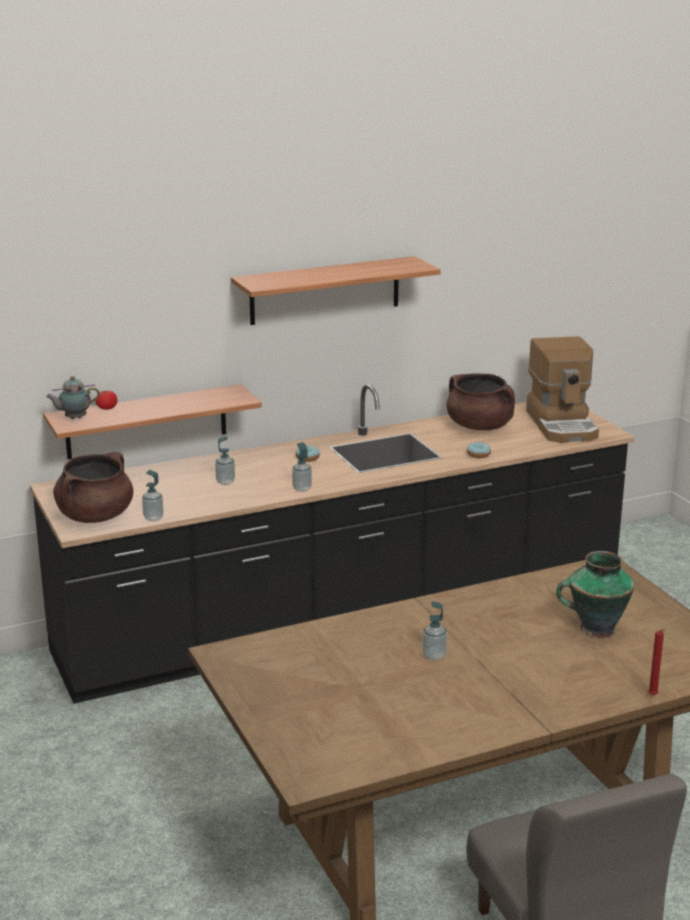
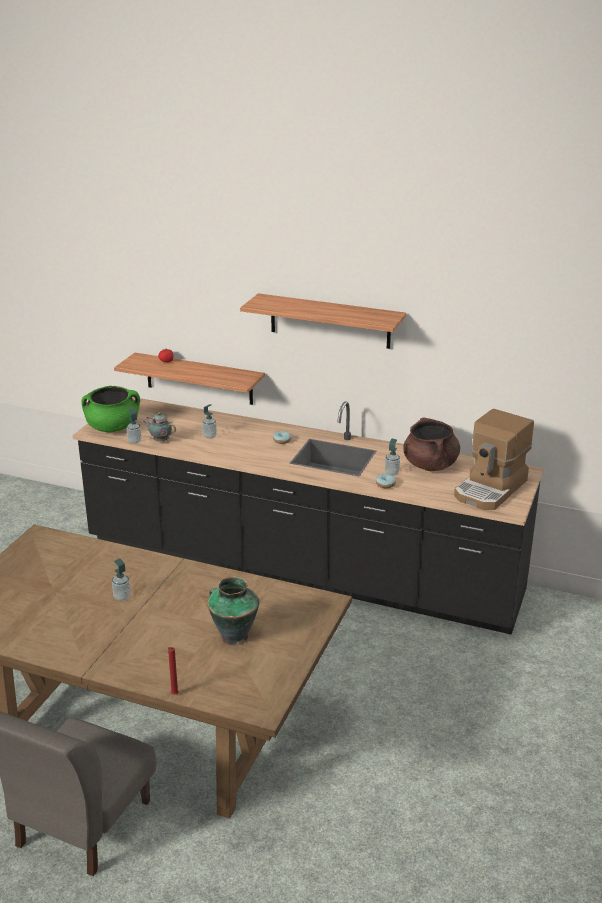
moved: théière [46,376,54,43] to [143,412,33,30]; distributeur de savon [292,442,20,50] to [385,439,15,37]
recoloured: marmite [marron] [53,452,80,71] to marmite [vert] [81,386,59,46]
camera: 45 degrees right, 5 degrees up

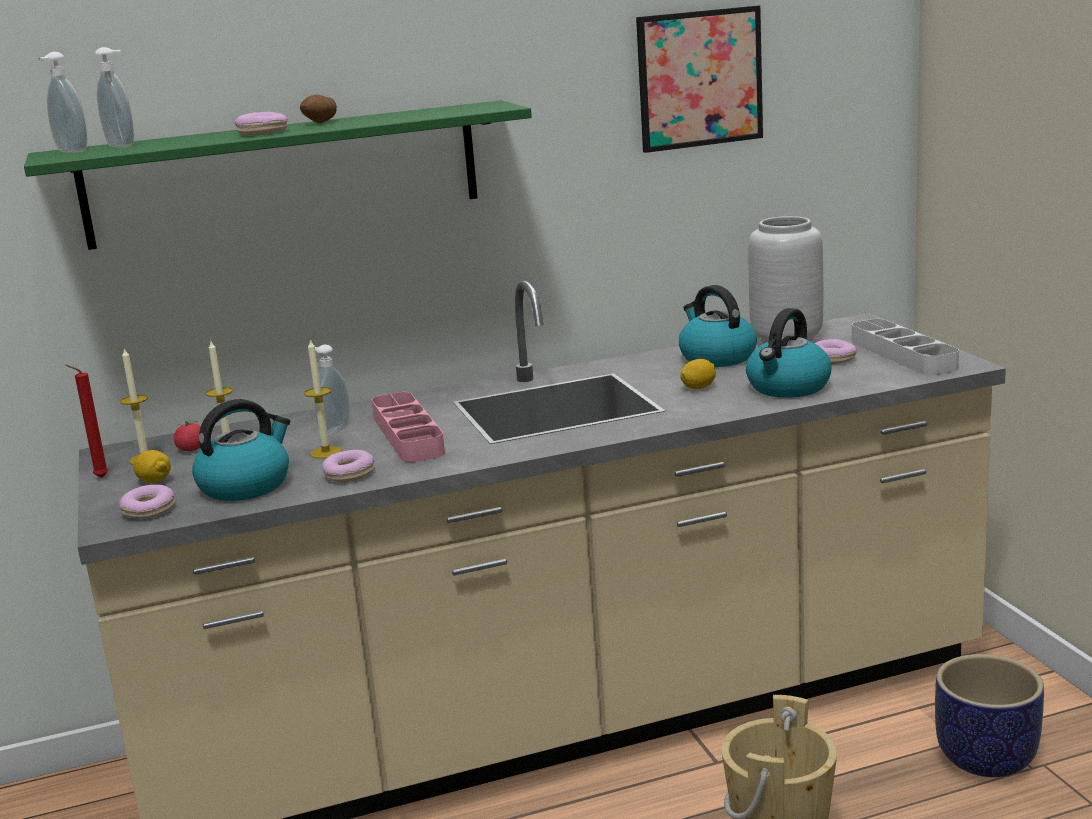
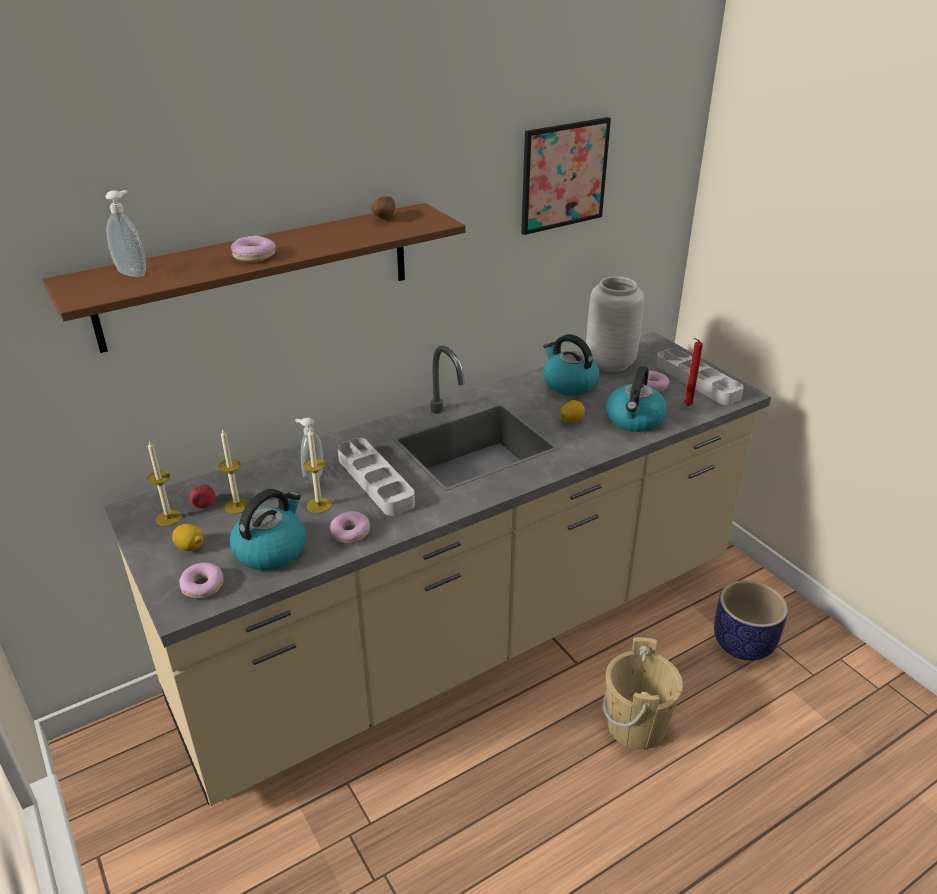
removed: distributeur de savon [38,52,50,101]
moved: pomme de terre [300,95,37,28] to [371,196,24,23]; bougie [rouge] [65,365,44,113] to [684,338,19,68]
recoloured: étagère [vert] [24,100,508,150] to étagère [marron] [43,203,423,150]; plateau [rose] [372,392,73,70] to plateau [gris] [338,438,77,78]
camera: 15 degrees left, 15 degrees up

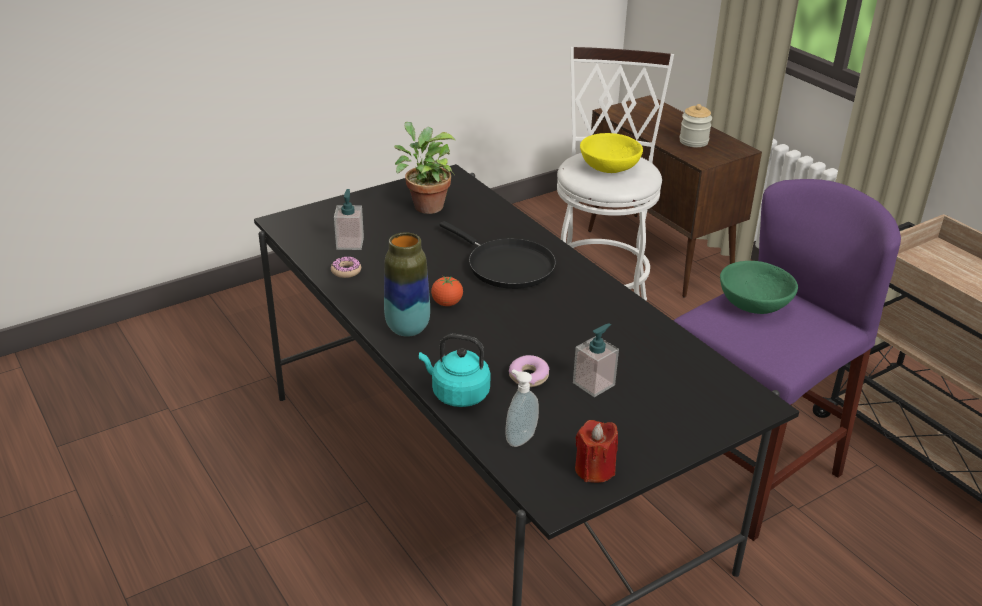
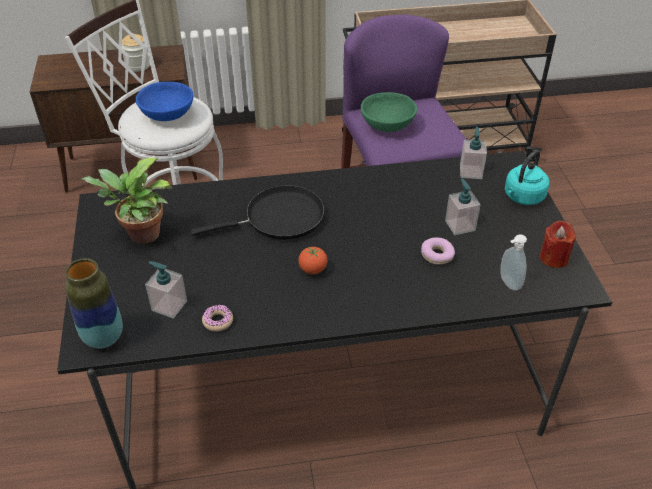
added: distributeur de savon [460,127,27,52]
moved: vase [384,232,46,105] to [65,258,58,91]; bouilloire [turquoise] [419,334,72,73] to [505,150,44,55]
recoloured: bol [jaune] [580,133,63,40] to bol [bleu] [136,82,58,39]
camera: 65 degrees left, 10 degrees up

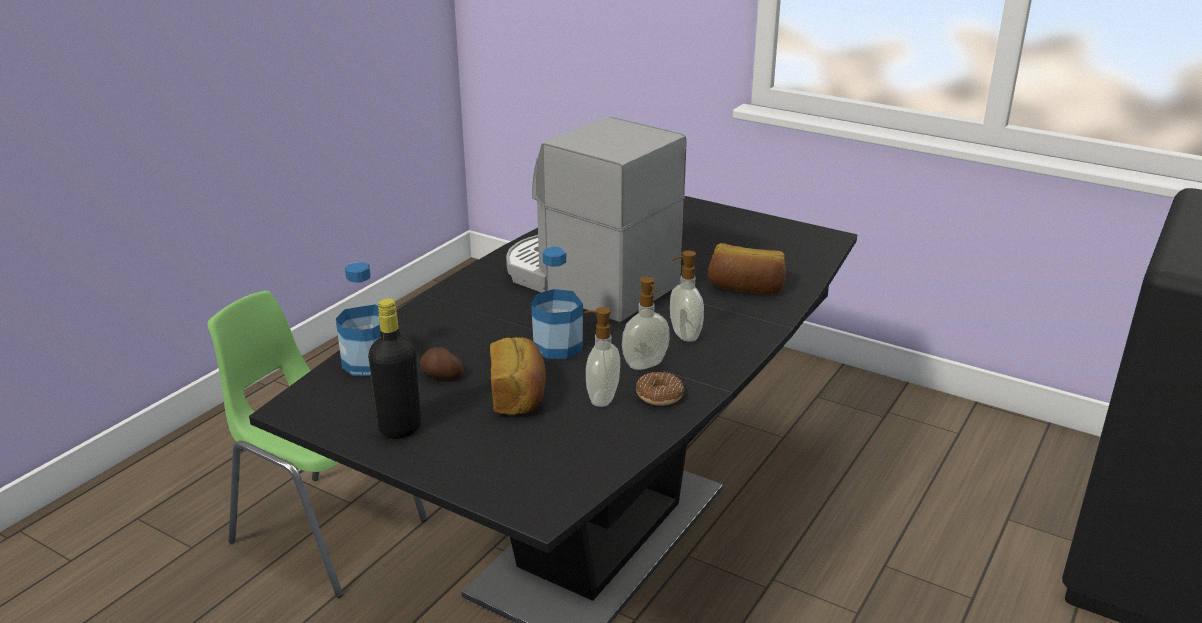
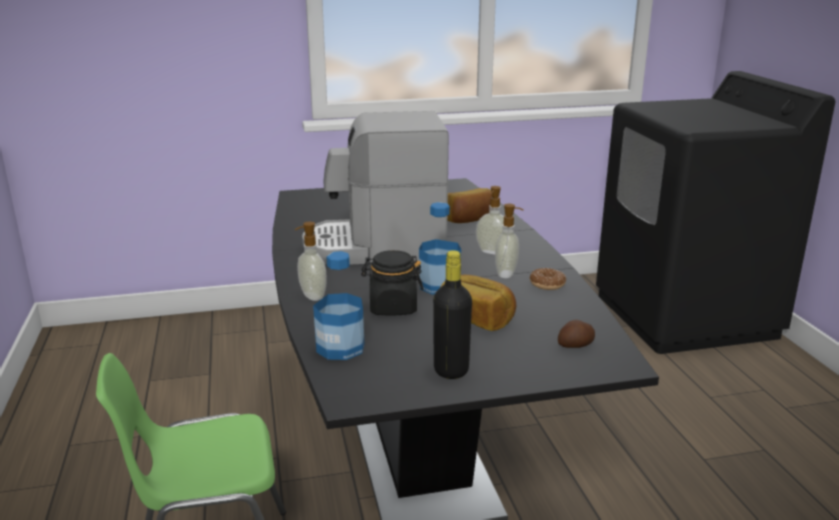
added: bocal [noir] [361,250,62,65]
moved: distributeur de savon [584,307,36,100] to [295,222,32,79]; pomme de terre [420,347,44,32] to [558,320,37,28]
camera: 45 degrees left, 5 degrees down

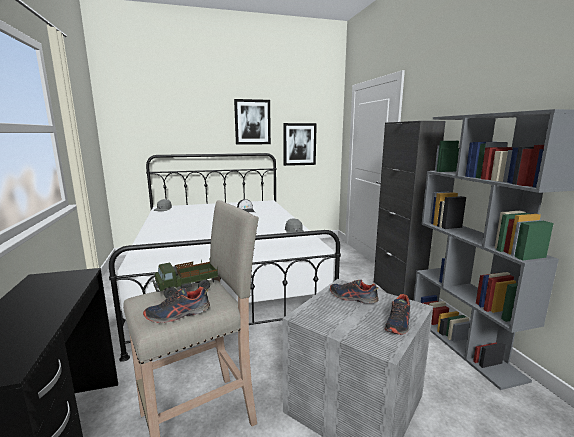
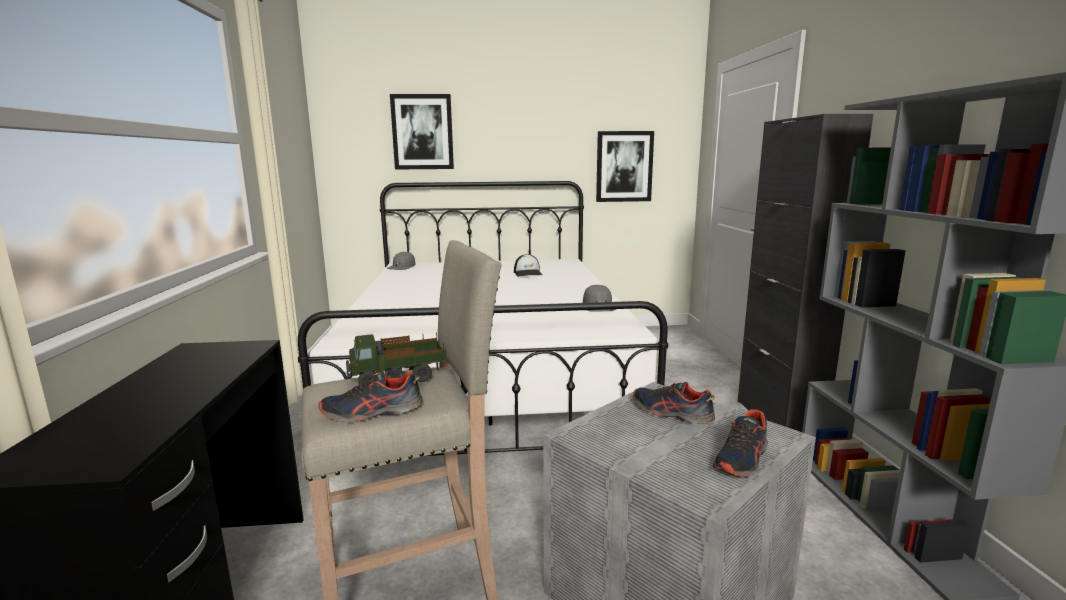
moved: tableau [234,99,37,46] to [390,94,64,76]
camera: 10 degrees right, 0 degrees up

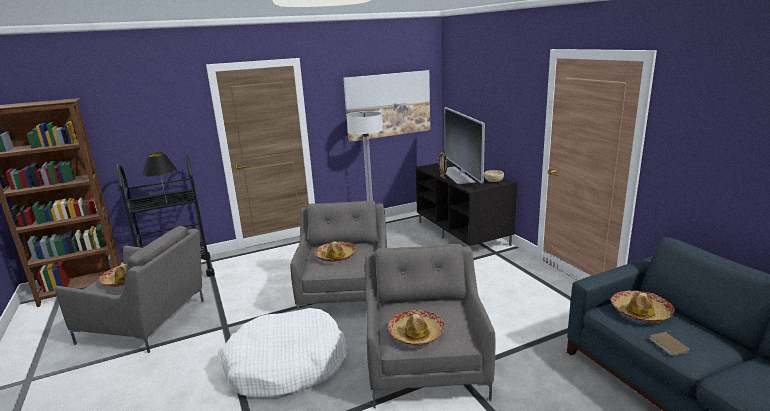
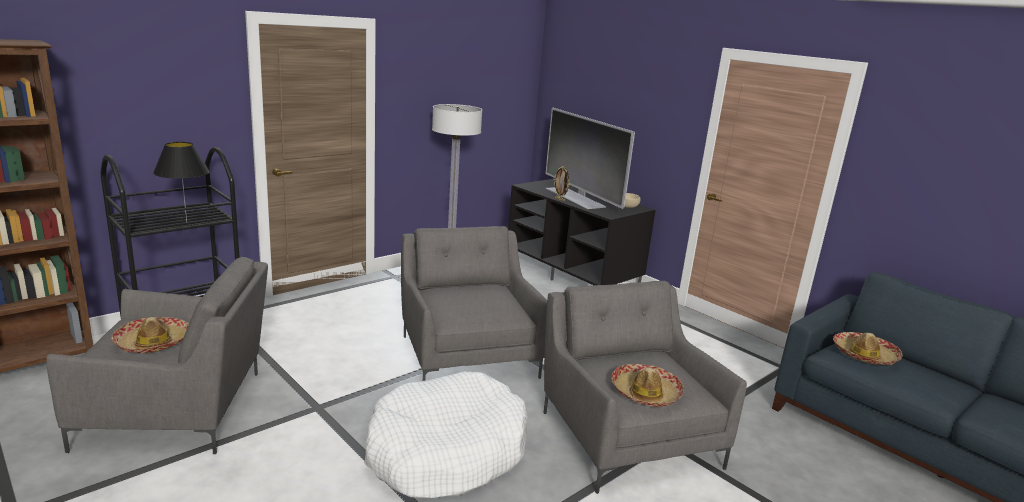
removed: tableau [343,70,87,72]; chapeau [315,241,41,21]; livre [marron] [649,331,41,25]
camera: 20 degrees left, 0 degrees up

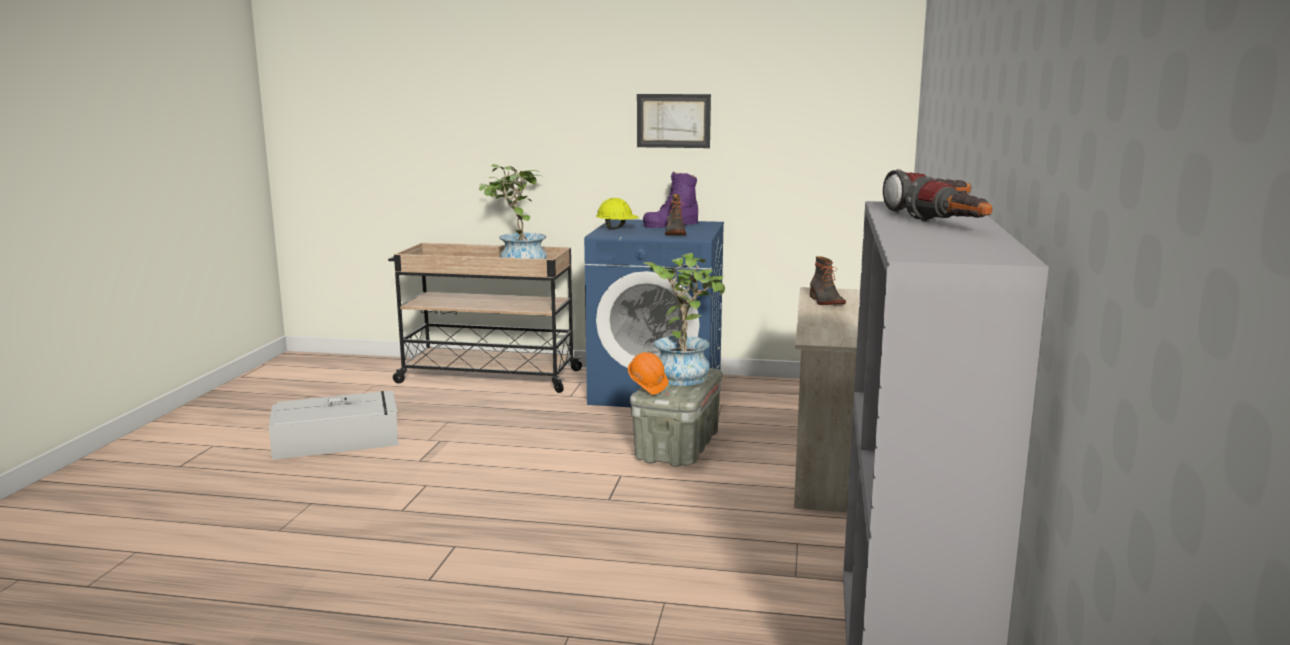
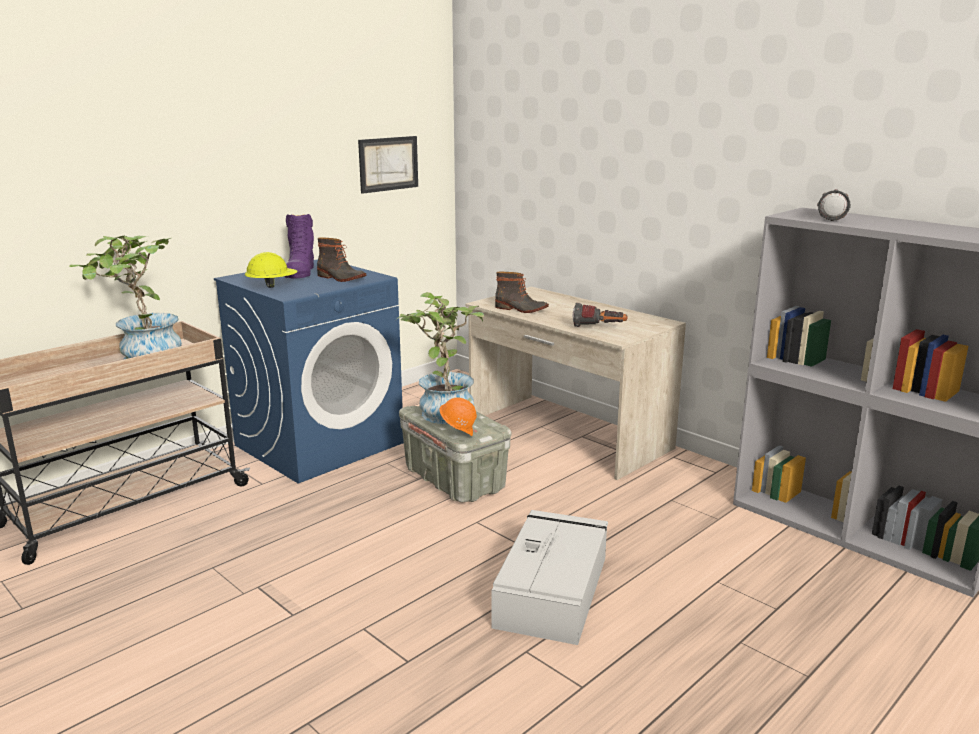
moved: tableau [637,94,74,54] to [358,136,60,58]; lampe de poche [905,176,87,45] to [573,303,55,24]; boîte de rangement [gris] [269,391,130,69] to [492,510,116,135]
camera: 55 degrees left, 5 degrees up

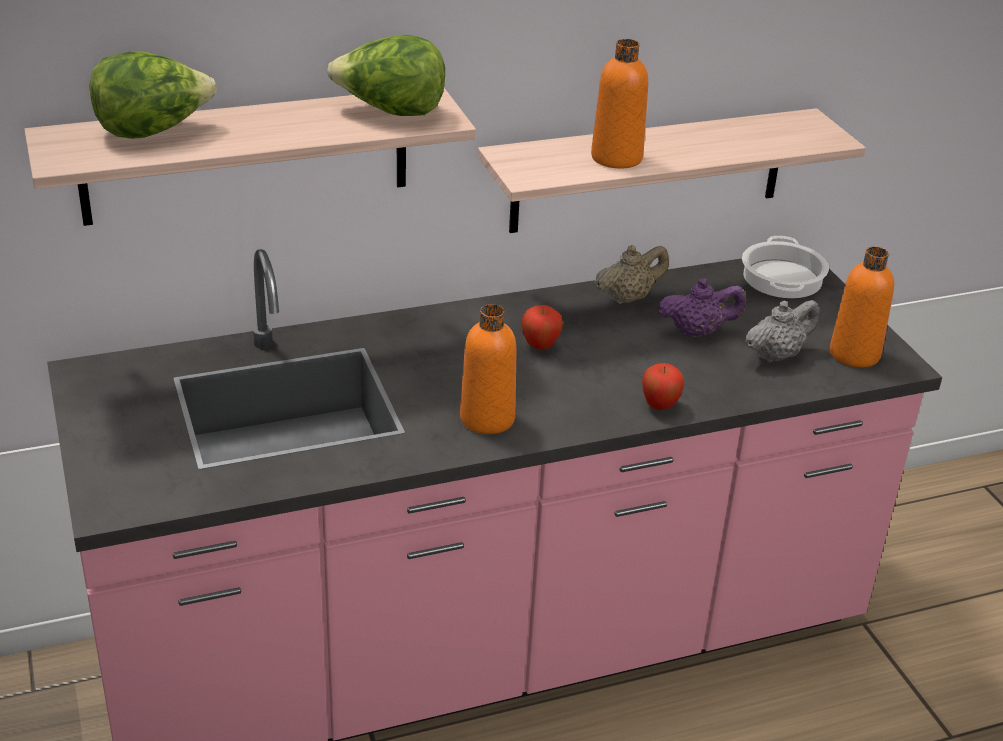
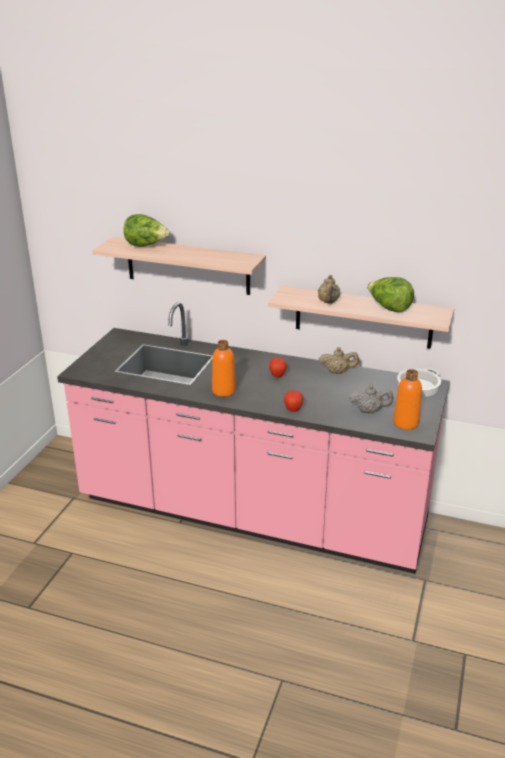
removed: théière [violet] [658,278,88,59]
moved: laitue [327,35,118,81] to [367,277,47,35]
replaced: bouteille [orange] [591,39,57,130] to théière [beige] [318,275,22,28]
camera: 40 degrees right, 5 degrees down

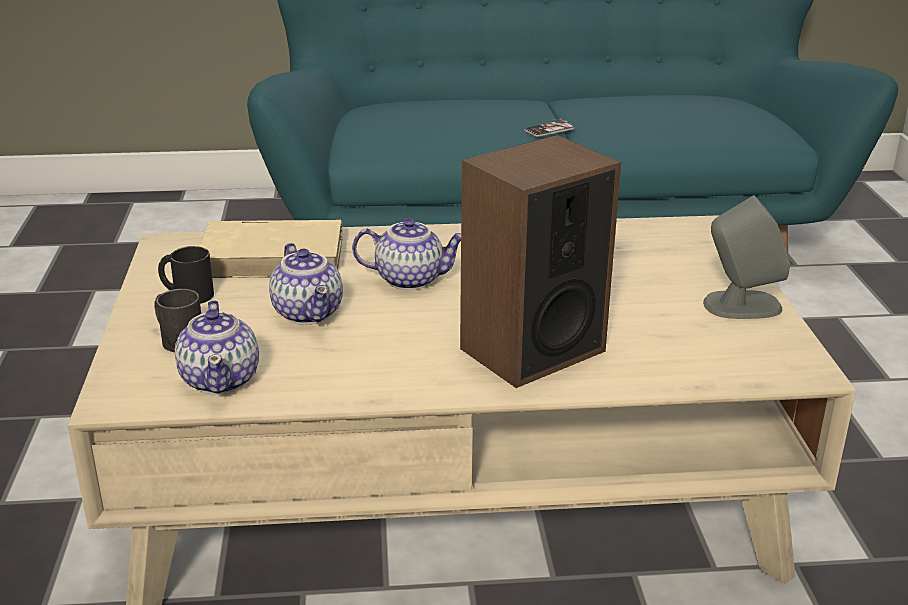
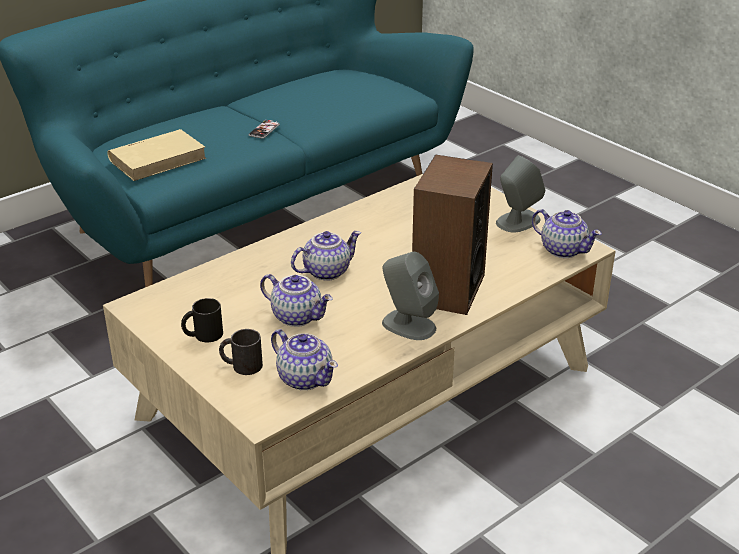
added: théière [532,209,70,49]; enceinte [gris] [382,252,57,88]
moved: livre [beige] [199,220,144,58] to [107,129,99,52]
camera: 35 degrees left, 5 degrees up

